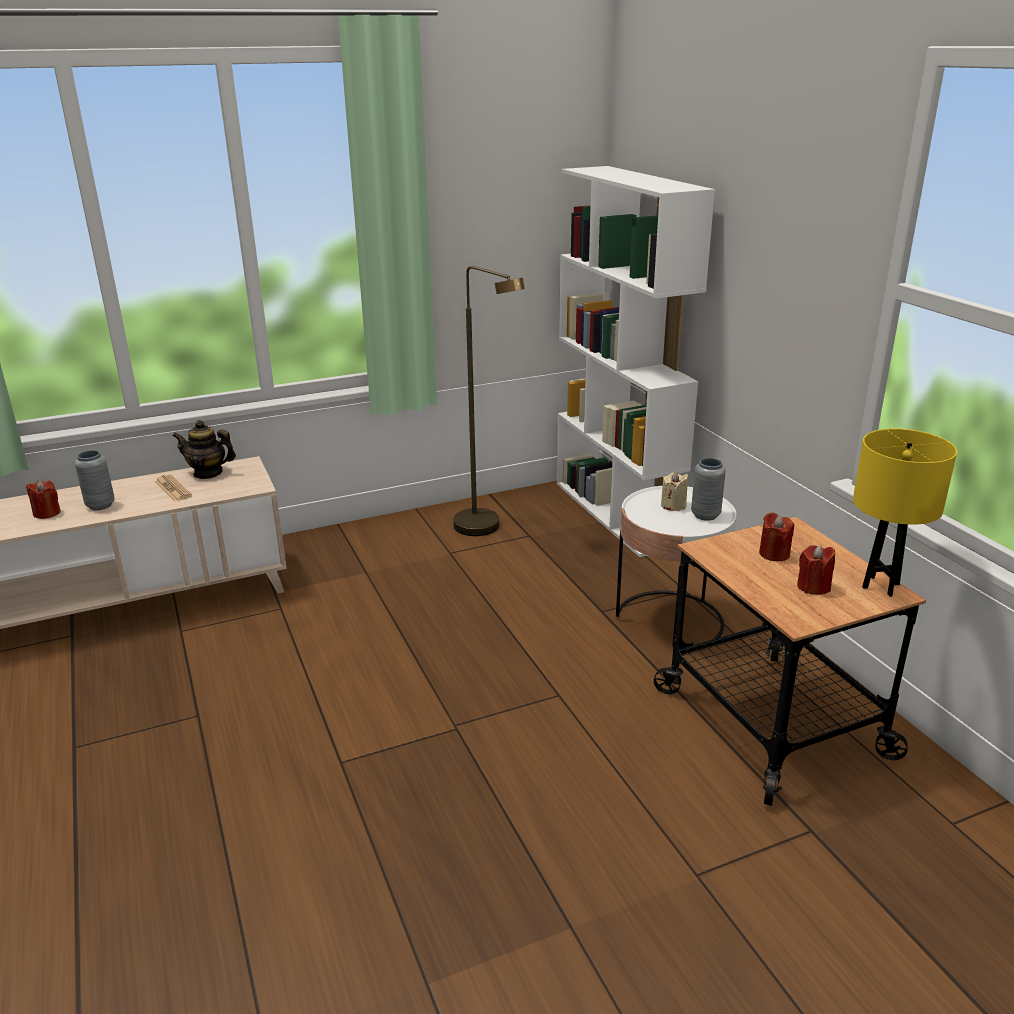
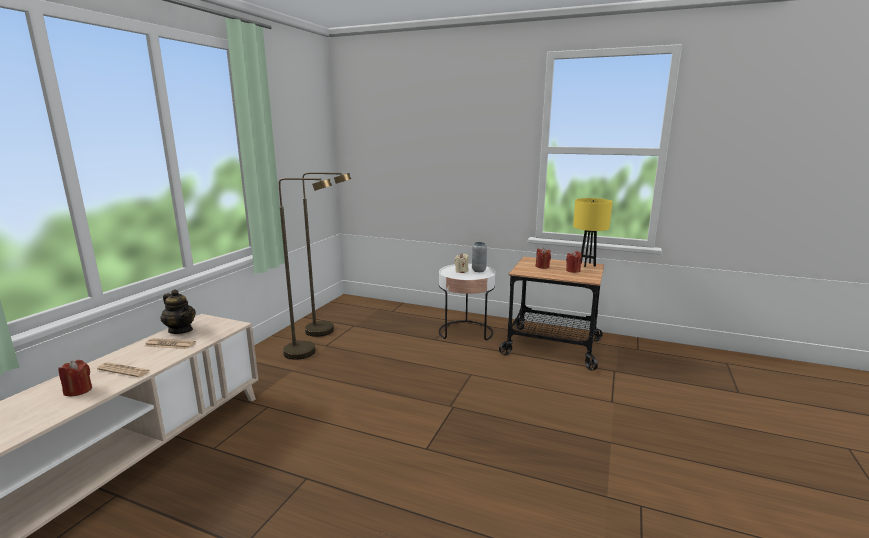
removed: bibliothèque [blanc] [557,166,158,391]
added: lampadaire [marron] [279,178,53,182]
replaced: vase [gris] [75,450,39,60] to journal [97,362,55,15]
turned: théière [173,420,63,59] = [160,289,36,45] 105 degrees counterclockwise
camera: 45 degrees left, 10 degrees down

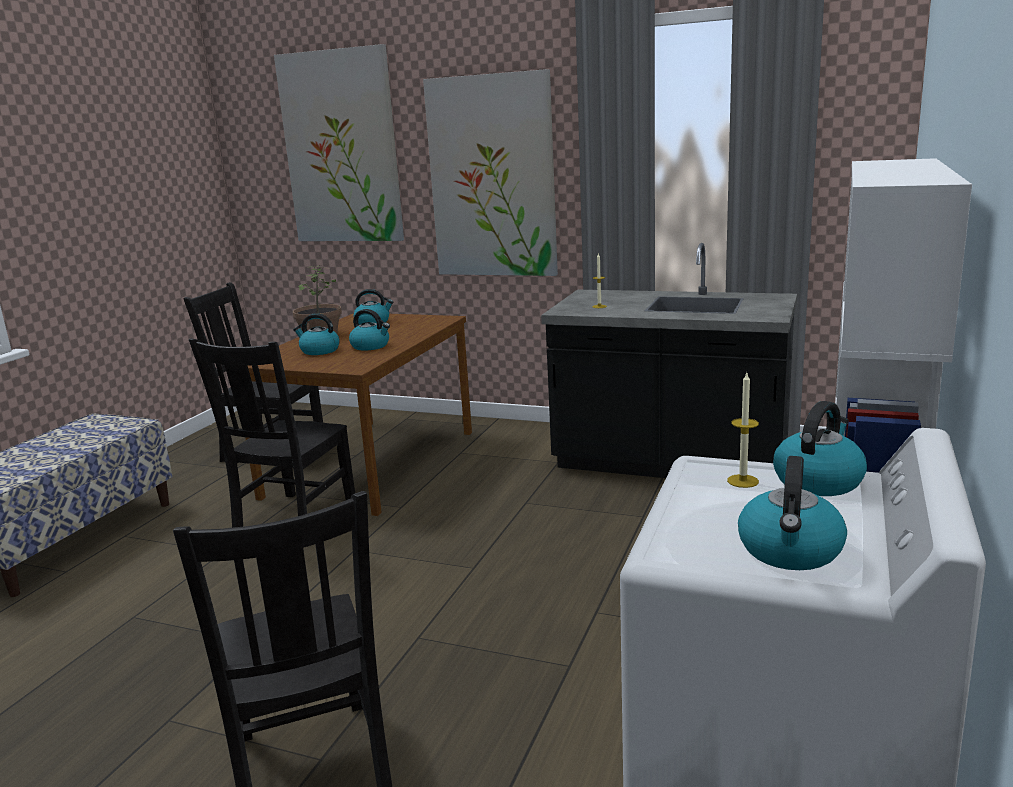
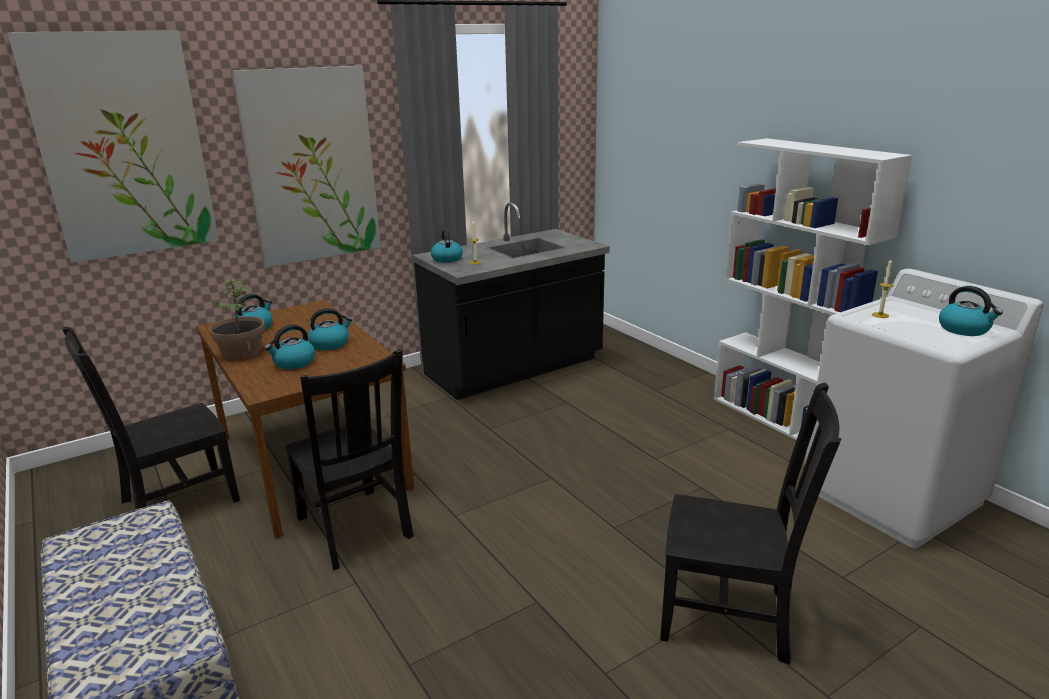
moved: bouilloire [773,401,94,95] to [431,229,32,34]
camera: 55 degrees left, 5 degrees up

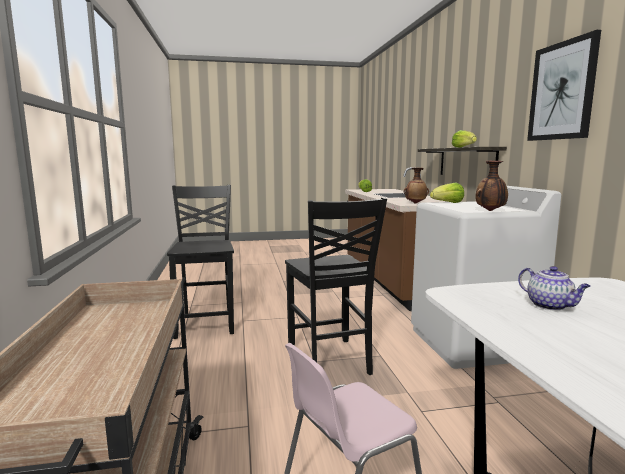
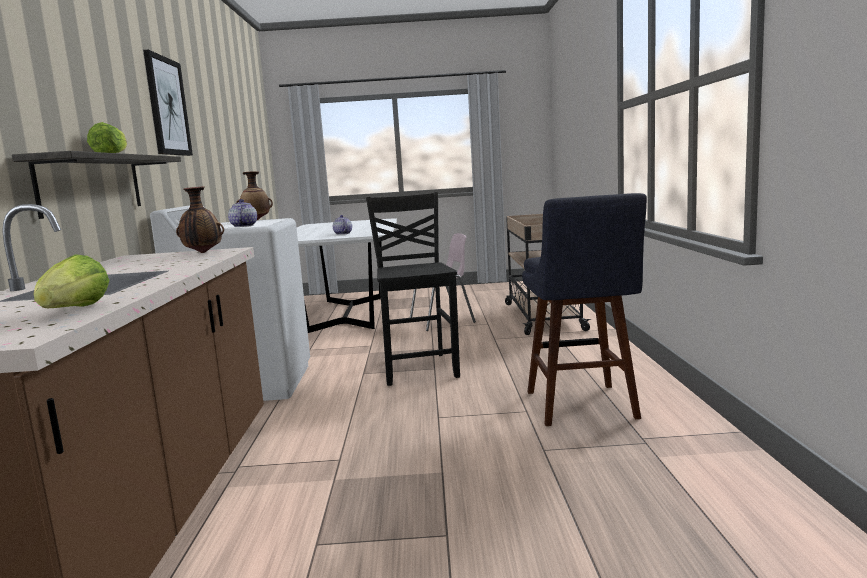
replaced: laitue [430,183,34,20] to théière [228,199,29,28]; chaise [noir] [167,185,67,154] to tabouret [bleu] [522,193,125,233]
camera: 170 degrees left, 0 degrees up

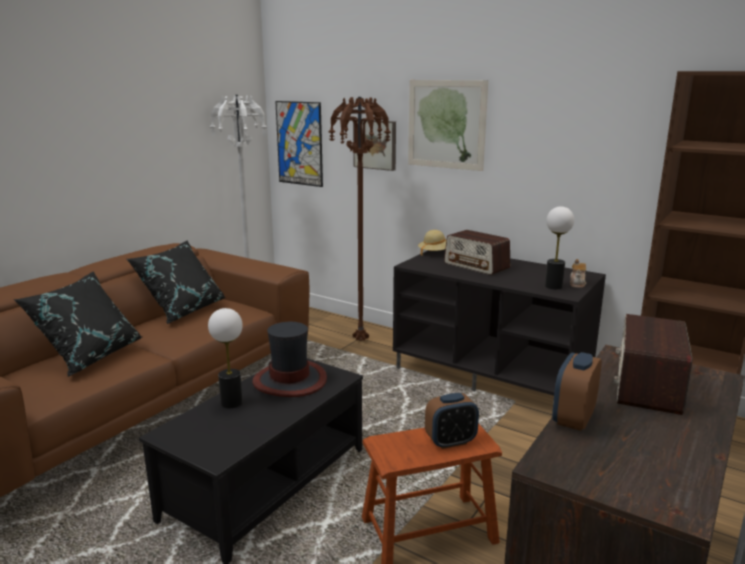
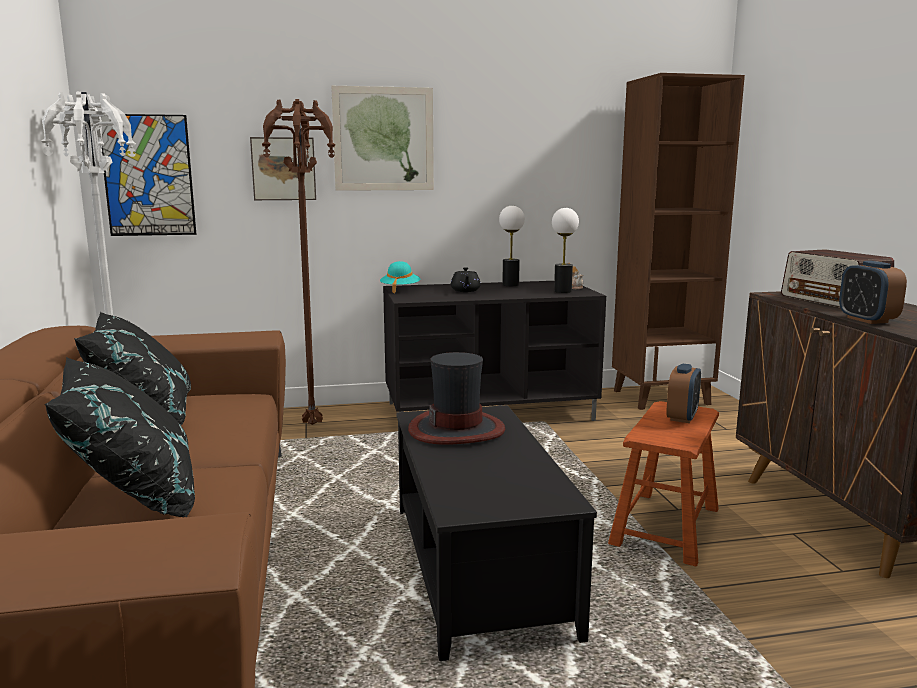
moved: lampe de table [208,308,35,100] to [499,206,26,80]
replaced: radio [444,230,66,45] to théière [noir] [451,267,29,25]
recoloured: chapeau [beige] [418,230,28,26] to chapeau [turquoise] [380,261,40,32]
camera: 45 degrees left, 5 degrees down

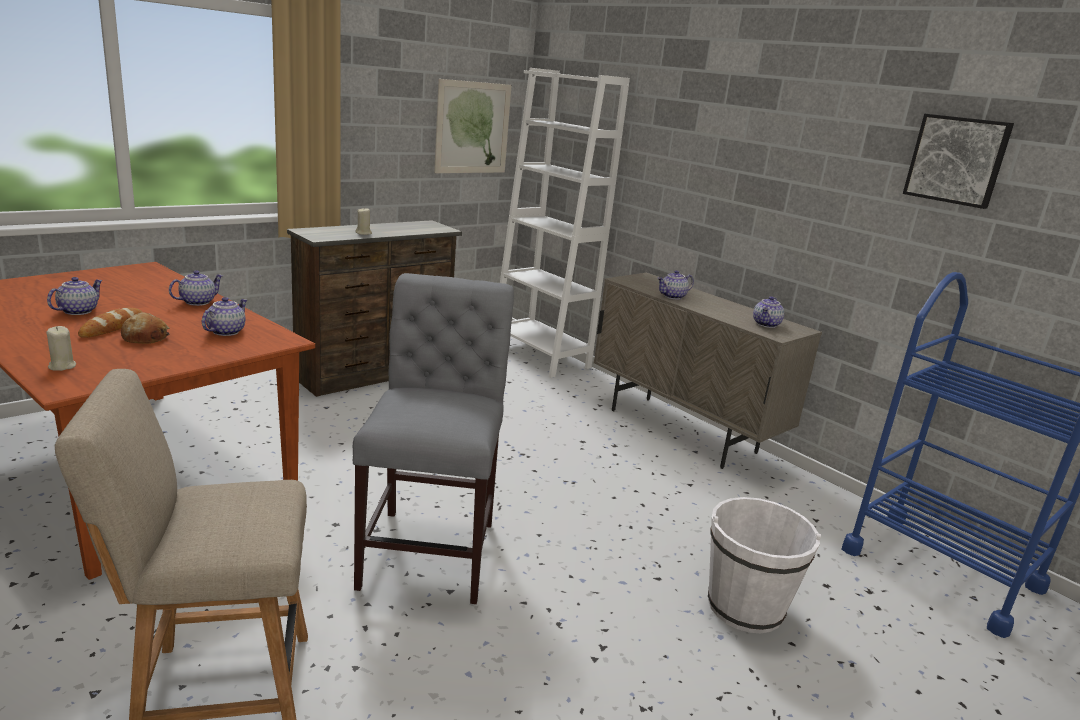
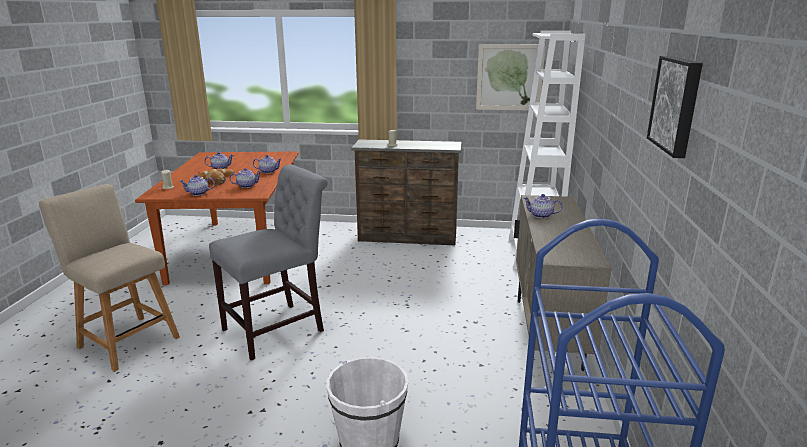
moved: théière [753,296,31,32] to [180,175,35,21]
camera: 50 degrees right, 0 degrees up

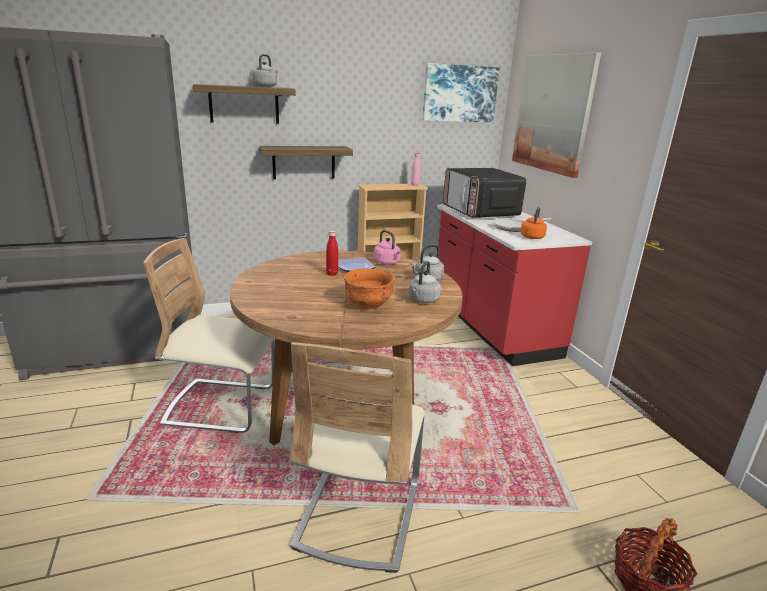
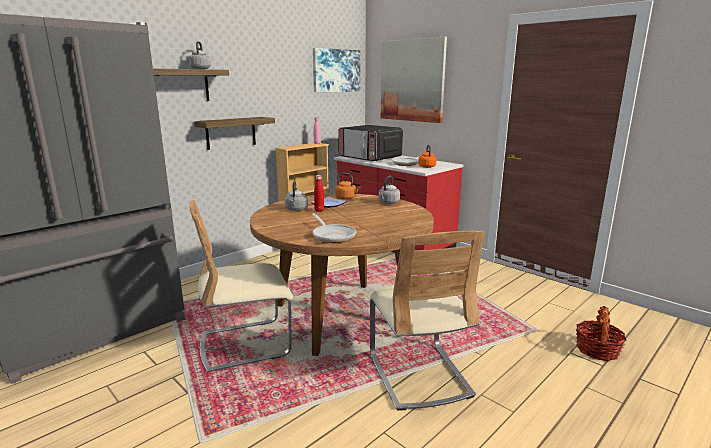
removed: bol [orange] [344,268,51,41]
added: poêle [312,213,44,30]
moved: bouilloire [gris] [408,261,33,42] to [284,181,24,30]
recoloured: bouilloire [rose] [374,230,27,35] to bouilloire [orange] [335,173,25,27]
camera: 25 degrees left, 5 degrees down

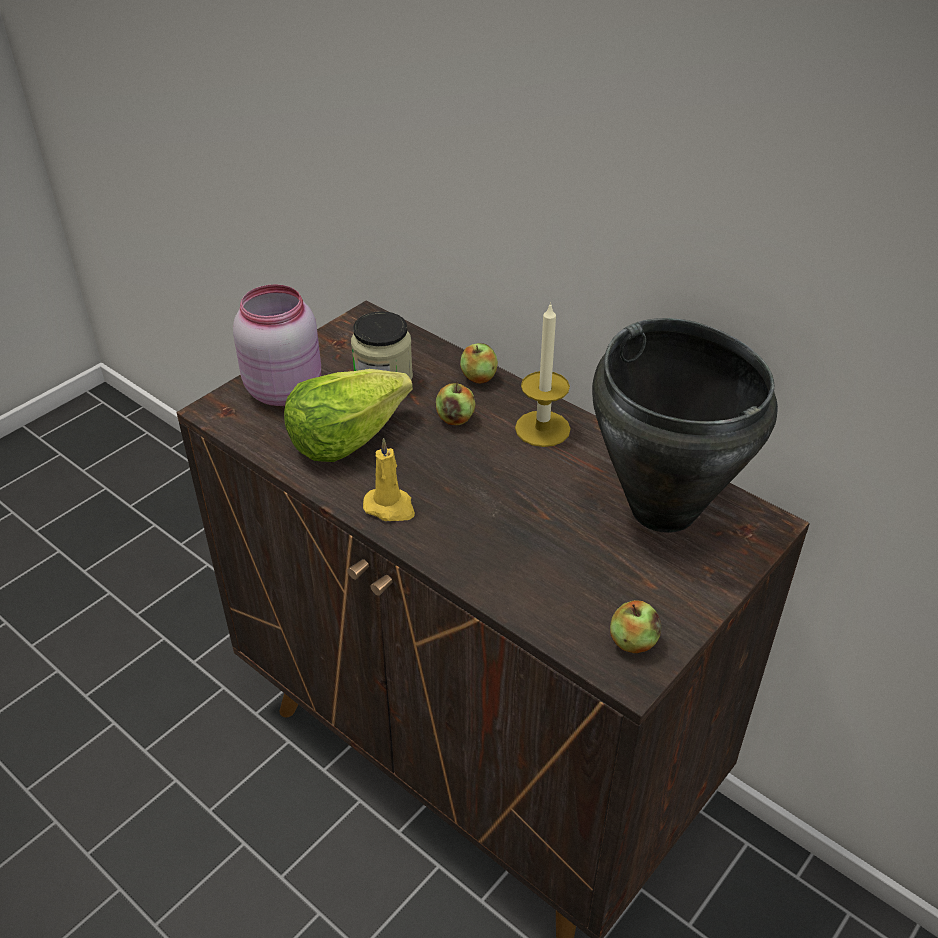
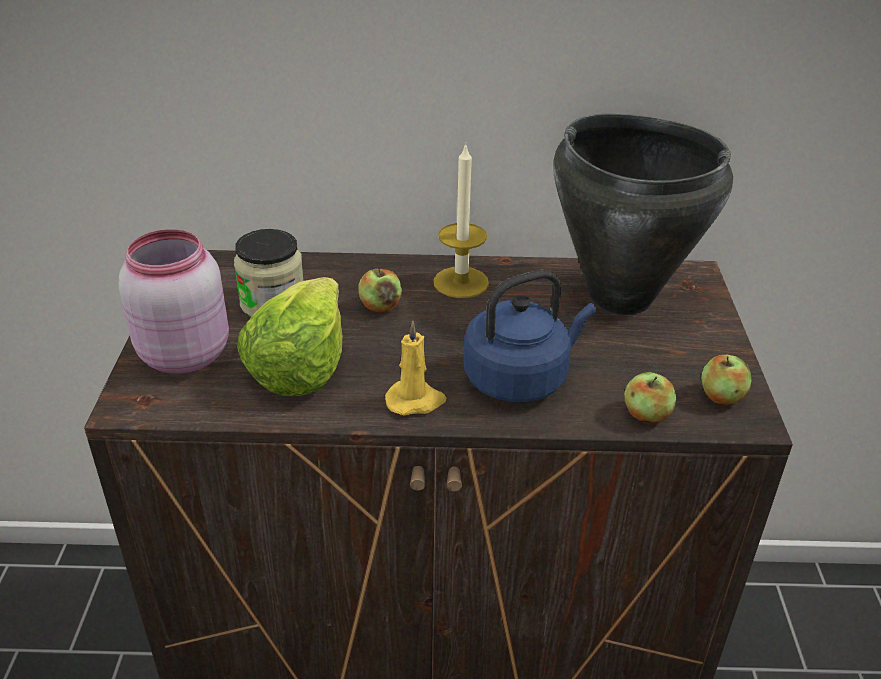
added: bouilloire [bleu] [463,269,133,133]
moved: pomme [460,343,38,41] to [624,371,52,52]
camera: 40 degrees left, 5 degrees down

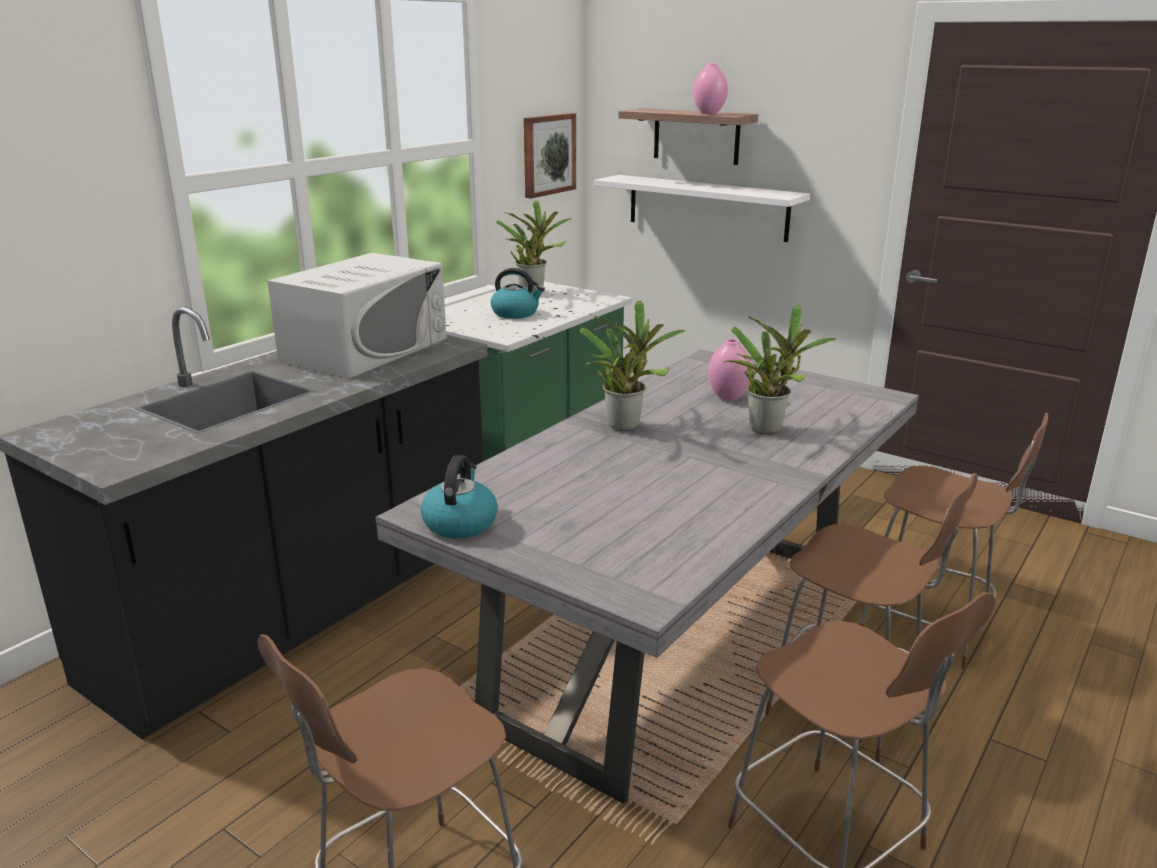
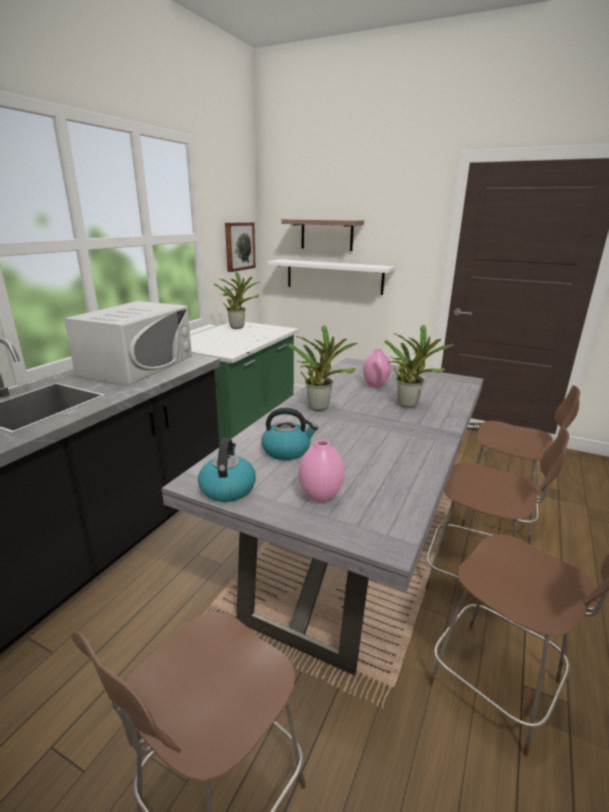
moved: vase [rose] [693,63,35,51] to [299,440,46,63]; bouilloire [491,268,54,51] to [261,408,57,52]
camera: 10 degrees left, 0 degrees up

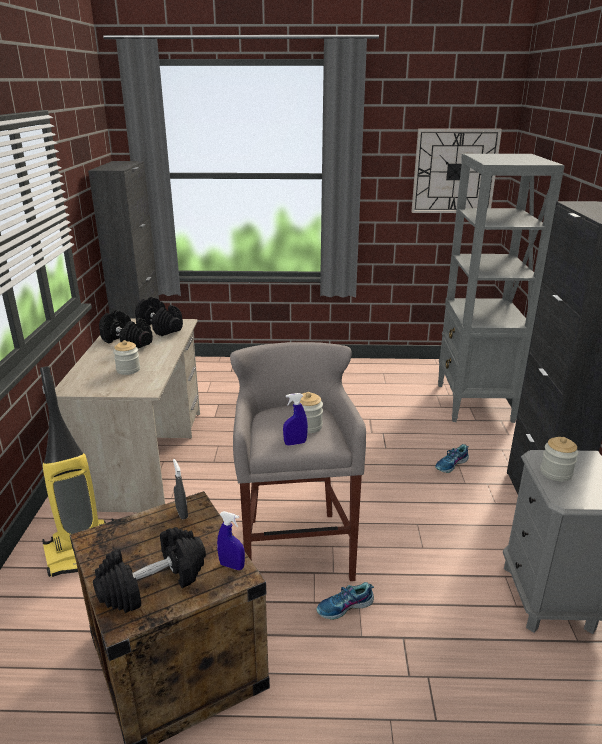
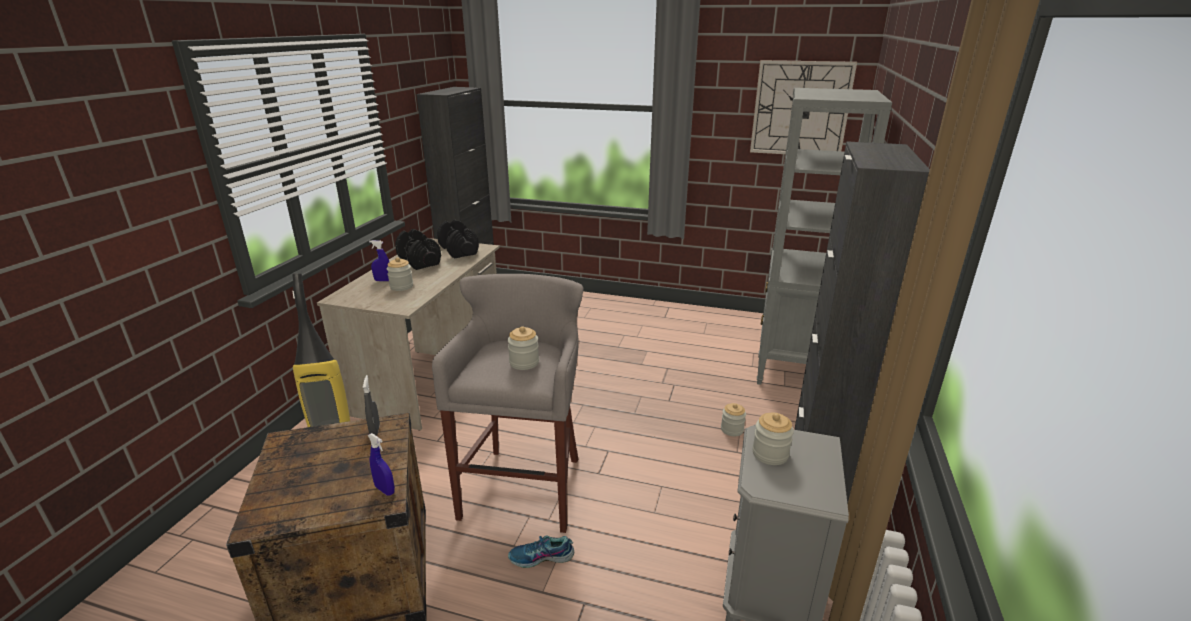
removed: haltère [noir] [93,527,113,86]
moved: vaporisateur [bleu] [283,393,25,53] to [369,240,20,41]
replaced: chaussure [435,444,34,29] to bocal [721,403,25,33]
camera: 15 degrees right, 0 degrees up

